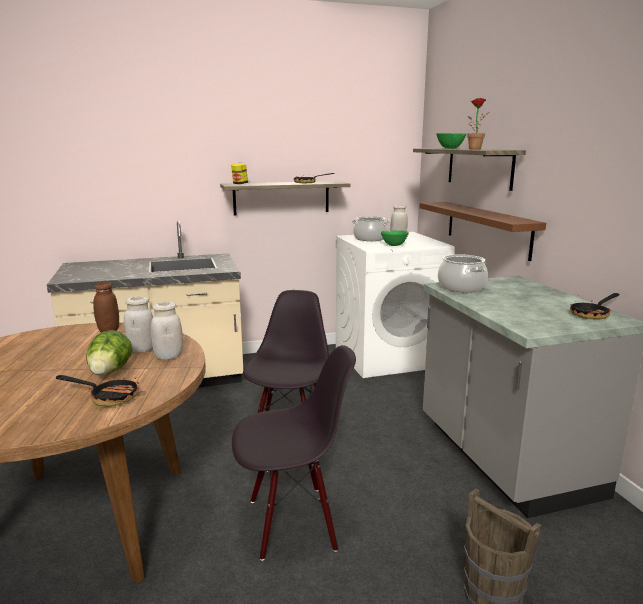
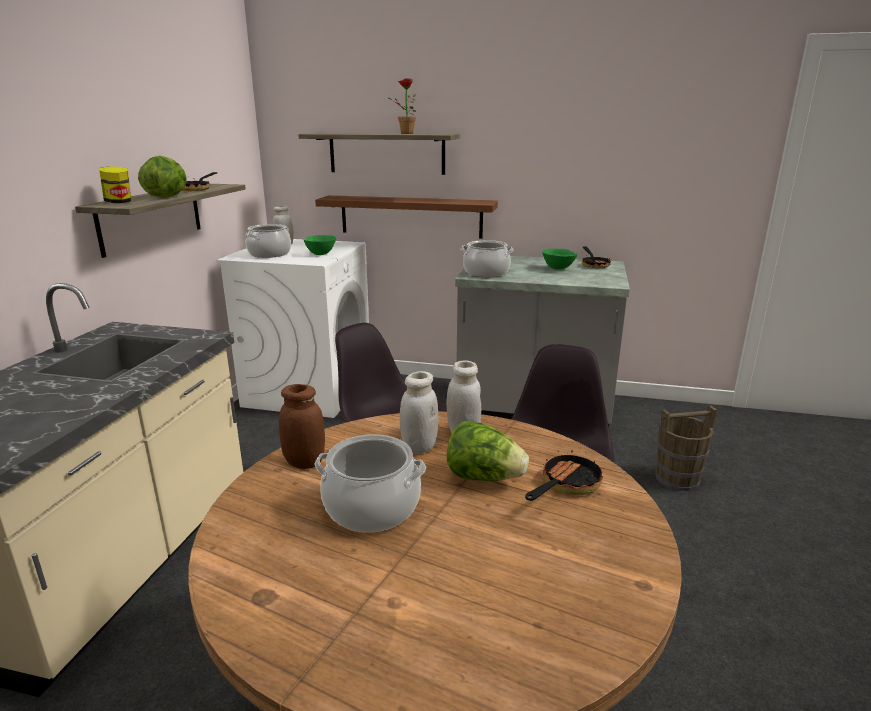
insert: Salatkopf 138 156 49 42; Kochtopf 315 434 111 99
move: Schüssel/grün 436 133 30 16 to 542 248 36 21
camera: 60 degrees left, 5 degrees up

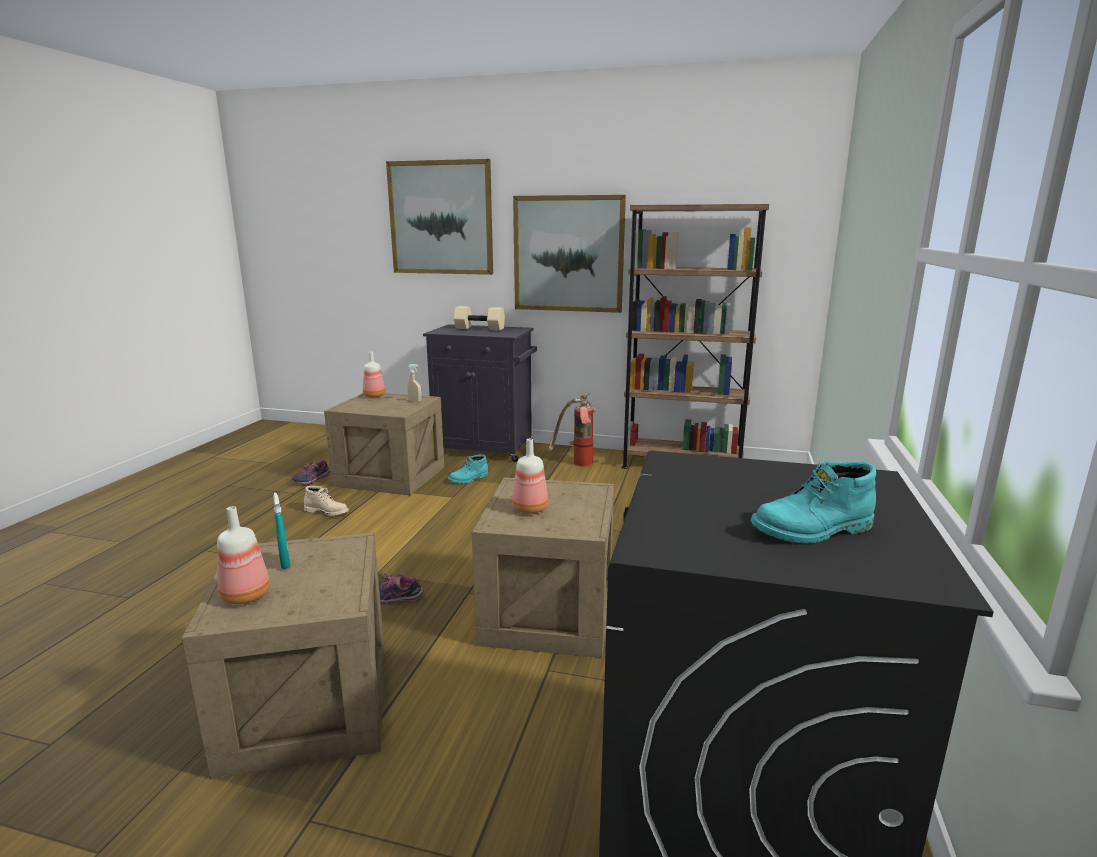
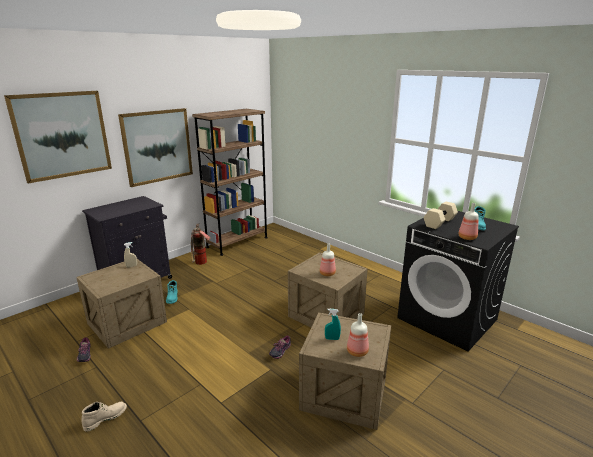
move: Stiefel/beige 304 486 45 30 to 82 402 45 30; Hantel/beige 454 306 51 24 to 424 201 34 28; Flasche 363 352 22 45 to 458 203 21 37
camera: 60 degrees left, 5 degrees up

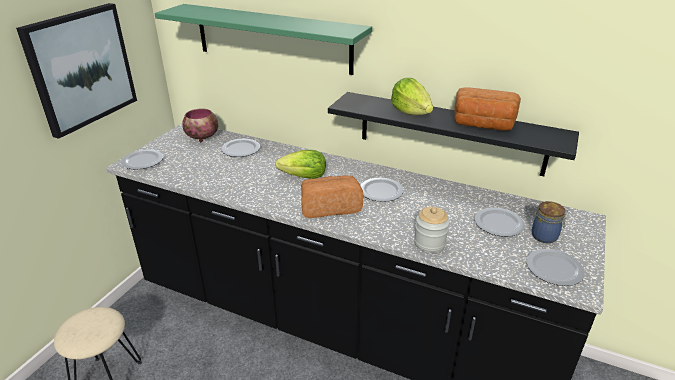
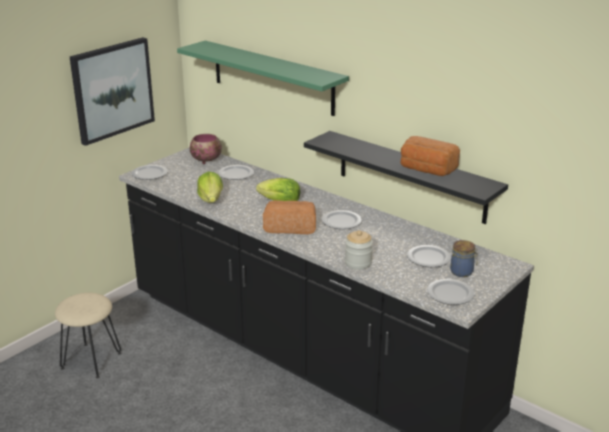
move: Salatkopf 391 78 42 37 to 197 172 26 31
camera: 15 degrees right, 5 degrees down

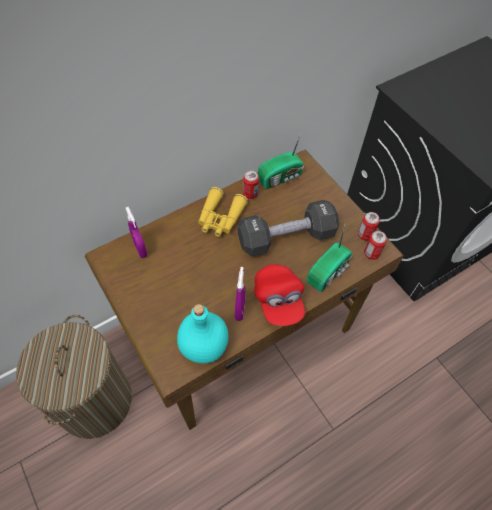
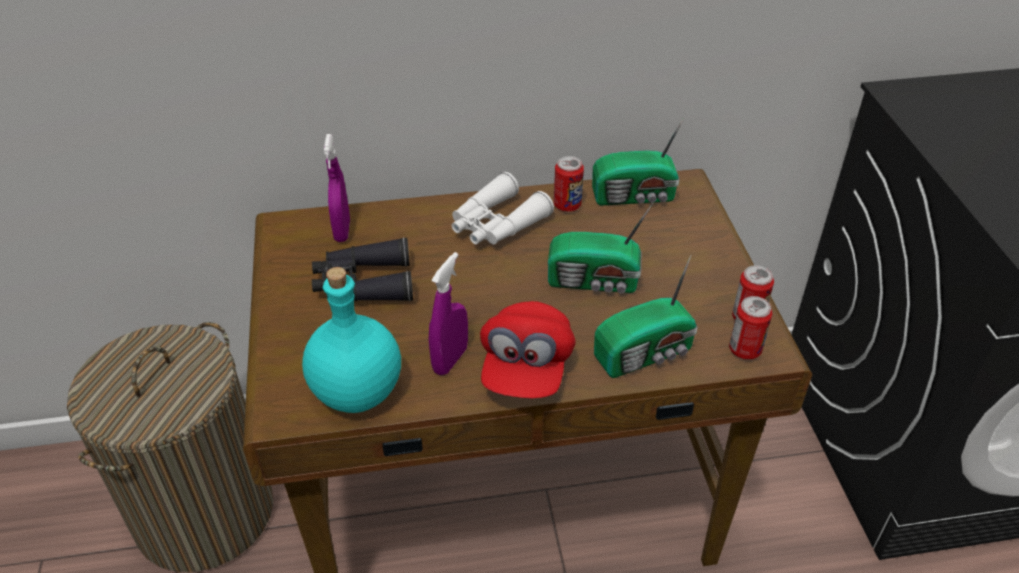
insert: Fernglas/schwarz 312 237 101 64
replace: Hantel/schwarz 238 200 101 57 to Radio 548 203 105 90
recolor: Fernglas/gelb 198 187 50 50 to Fernglas/weiß 451 172 103 73
camera: 25 degrees right, 15 degrees down

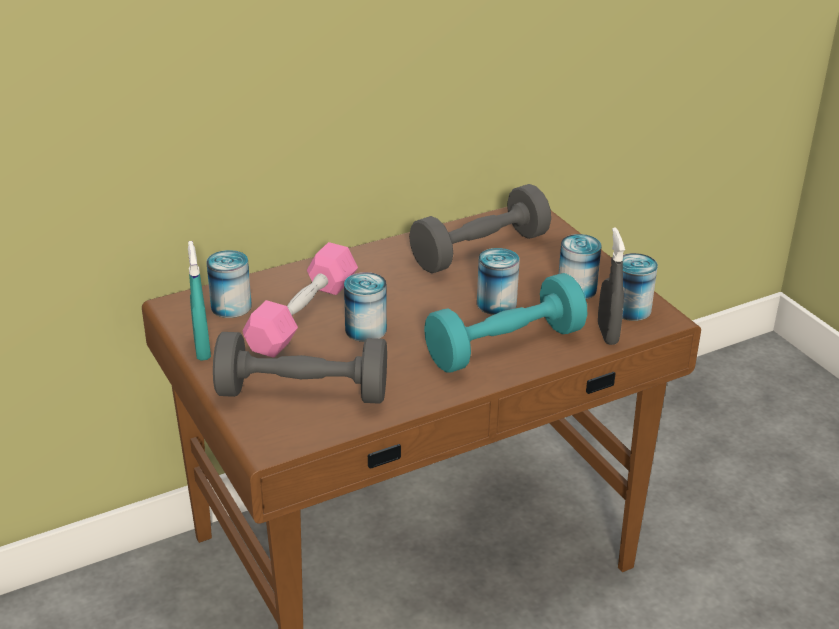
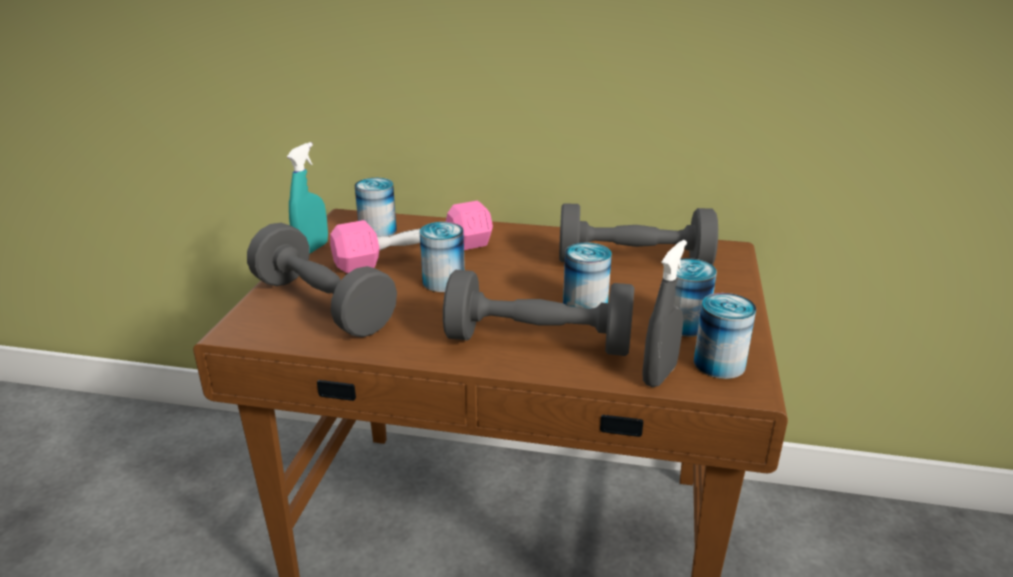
recolor: Hantel/türkis 424 273 163 100 to Hantel/grau 443 270 191 86
camera: 40 degrees right, 5 degrees down

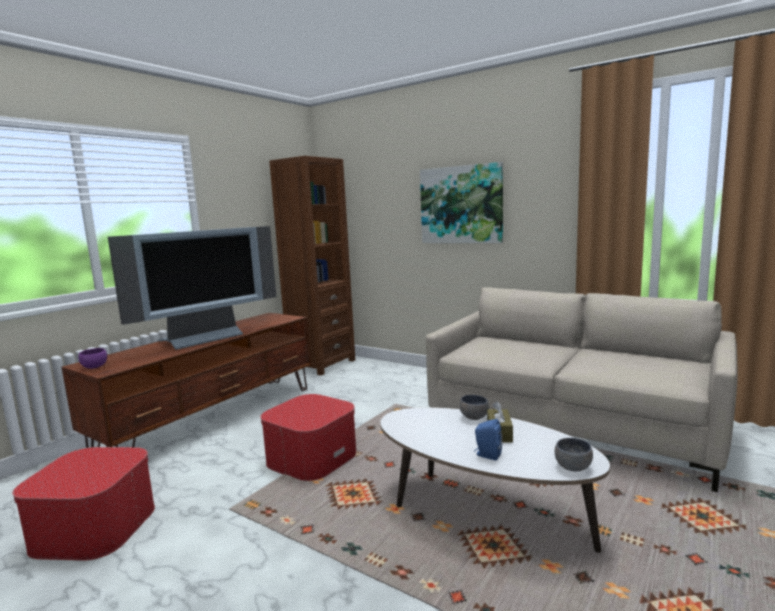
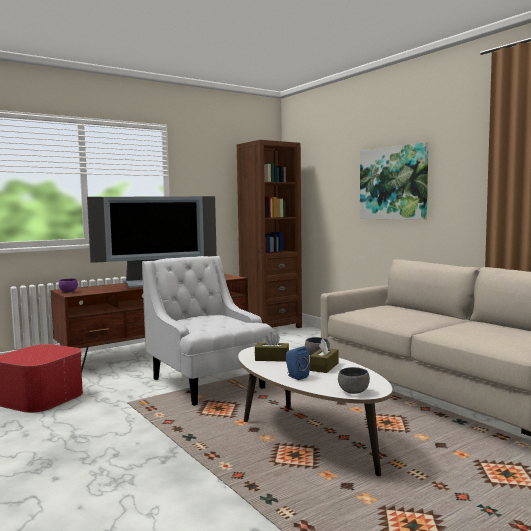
insert: Taschentuchbox/braun 255 332 34 30
replace: Polsterhocker 260 394 96 87 to Sessel/weiß 142 256 131 150
camera: 20 degrees right, 5 degrees down

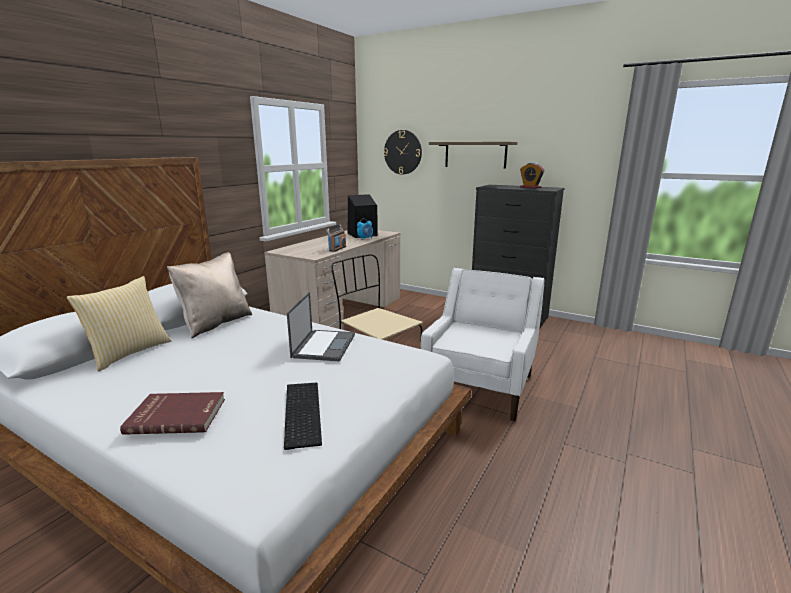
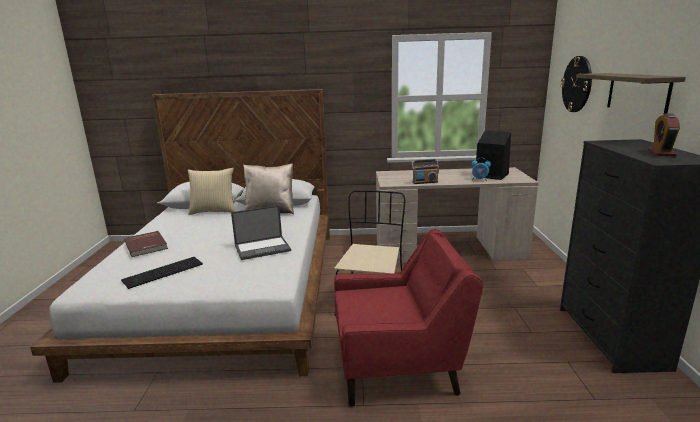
recolor: Sessel/weiß 421 268 123 154 to Sessel/rot 334 229 149 178
camera: 60 degrees right, 0 degrees up

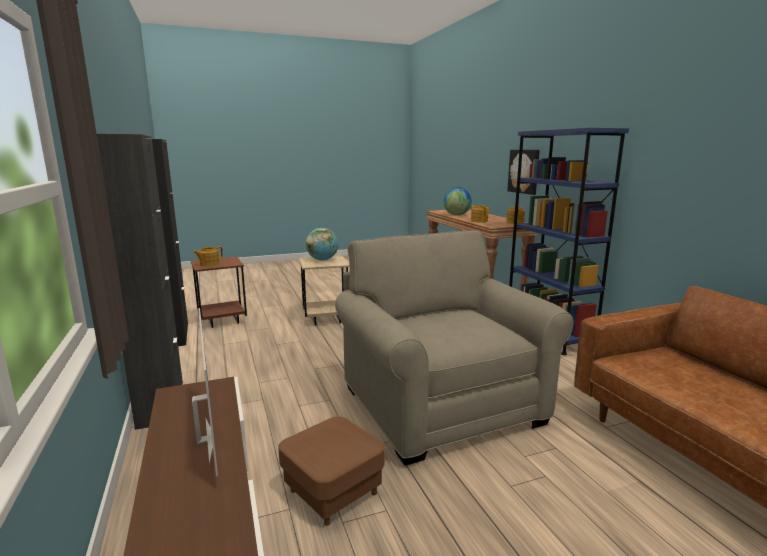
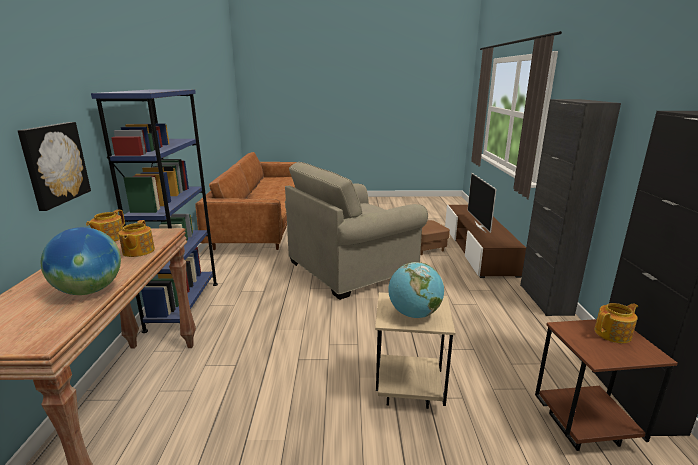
rotate: Sessel/beige 335 230 238 236 = 285 162 143 138 60 degrees clockwise
camera: 160 degrees left, 5 degrees up

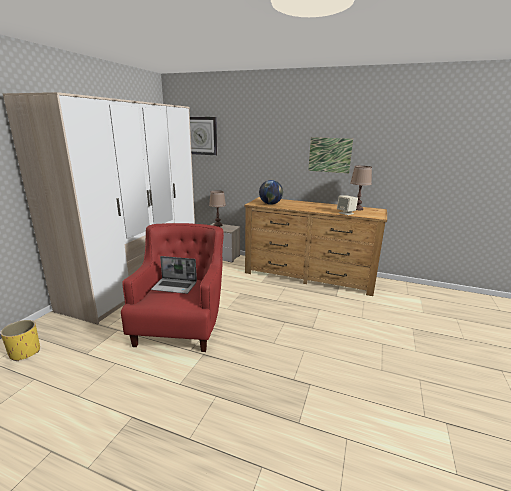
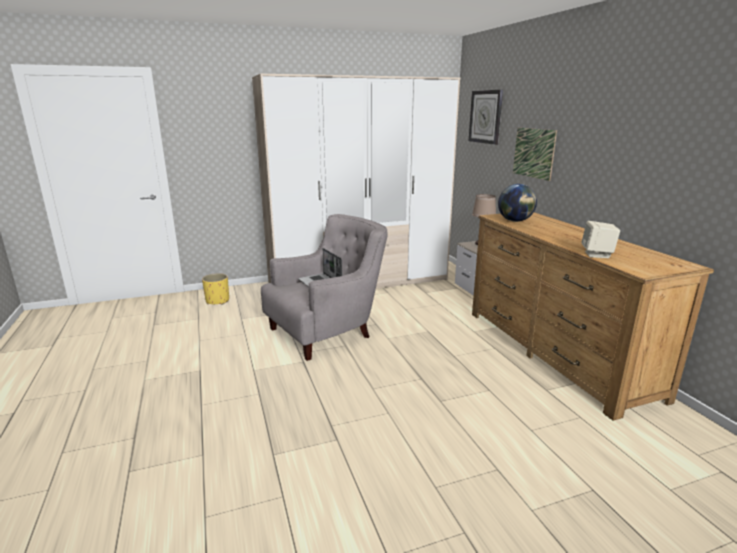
delete: Tischlampe/braun 350 166 22 44
move: Bild 308 137 45 36 to 513 128 44 53
recolor: Sessel/rot 121 223 103 129 to Sessel/grau 261 214 126 147
camera: 50 degrees right, 0 degrees up

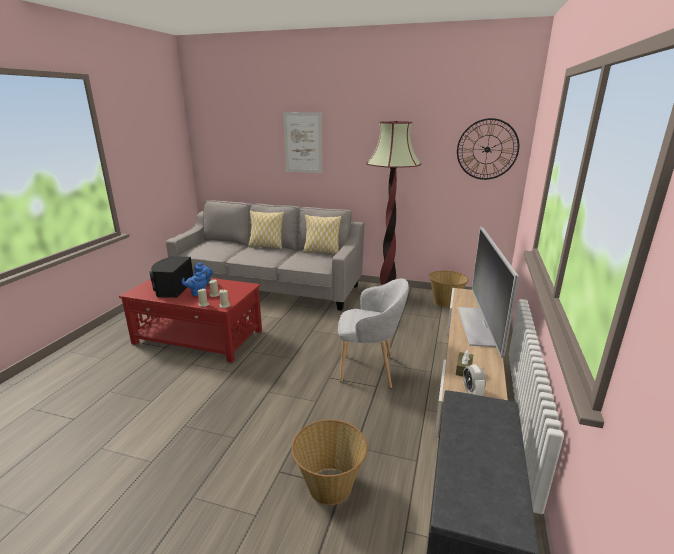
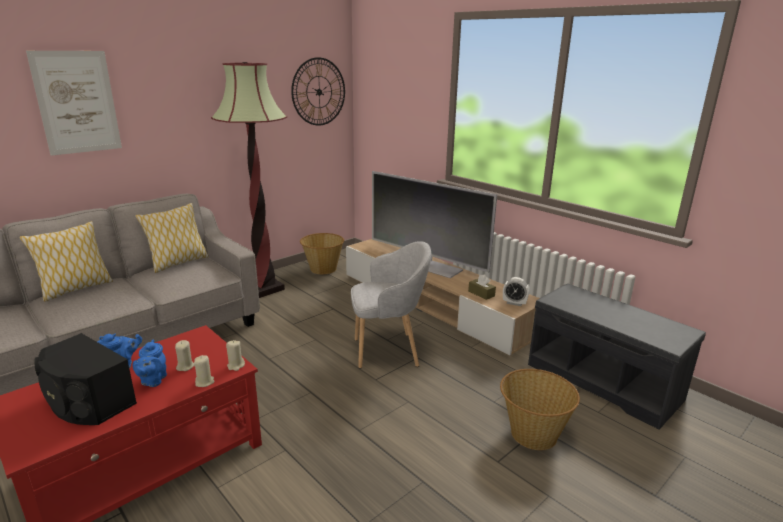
rotate: Sessel/grau 338 279 71 109 = 351 241 80 127 45 degrees clockwise
camera: 60 degrees left, 0 degrees up

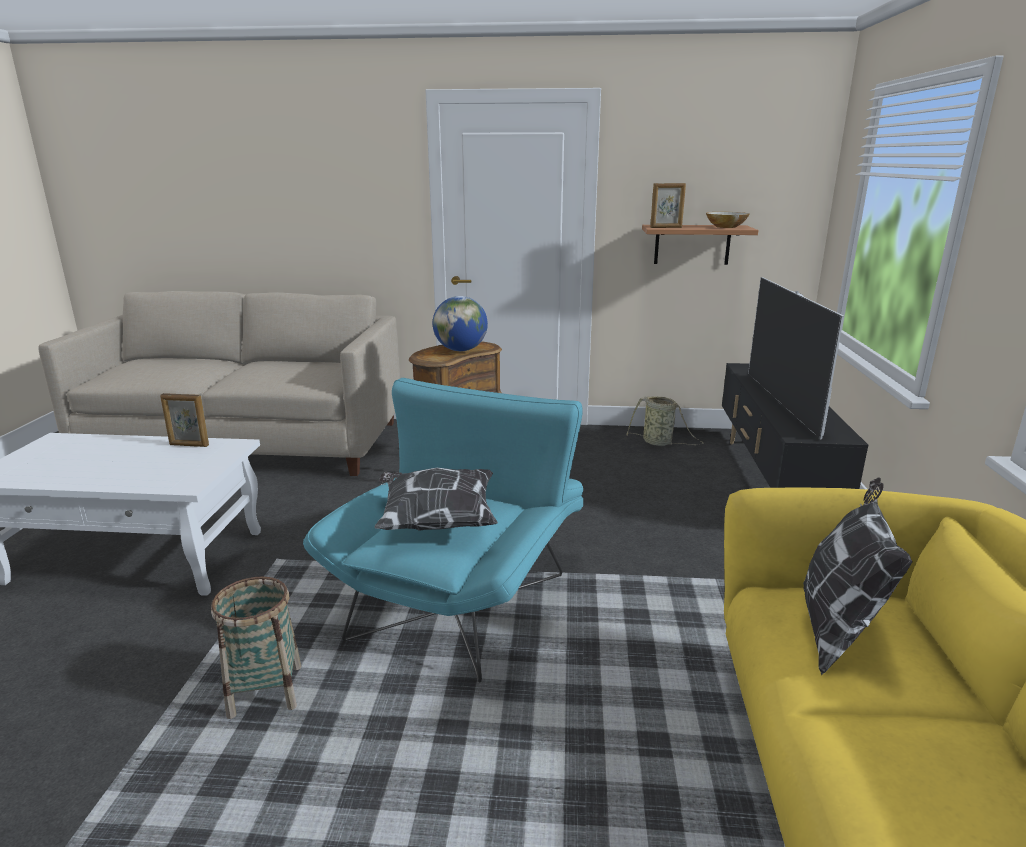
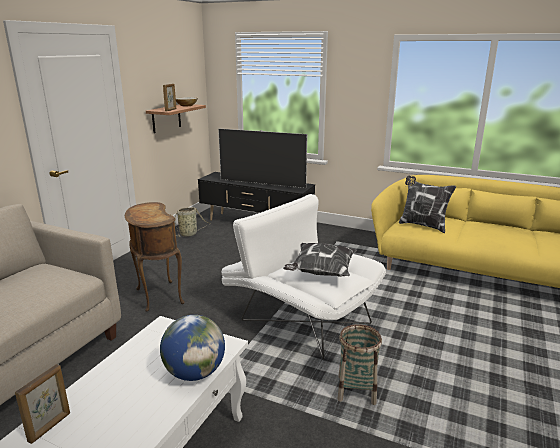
move: Bilderrahmen 160 393 49 54 to 15 364 55 80; Globus 433 296 55 55 to 160 315 65 66
recolor: Sessel/türkis 303 378 280 304 to Sessel/weiß 221 194 165 166
camera: 70 degrees left, 0 degrees up

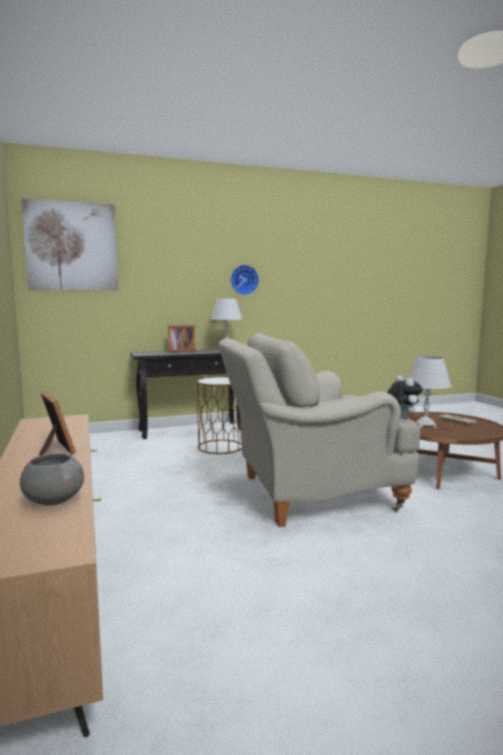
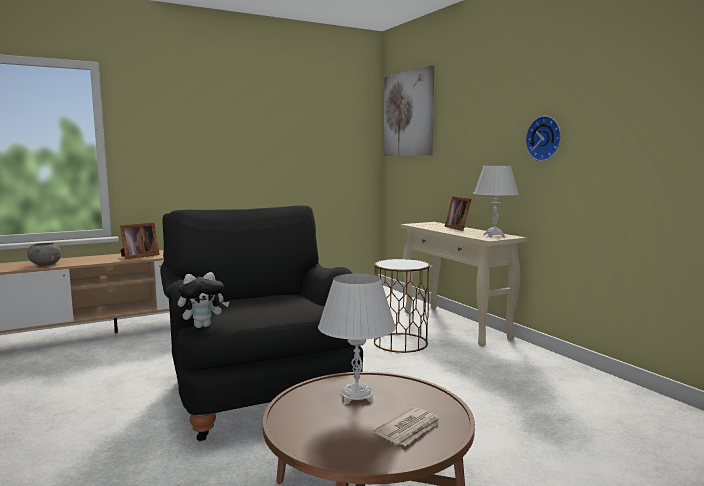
recolor: Sessel/beige 218 333 202 194 to Sessel/schwarz 160 206 206 235; Konsolentisch/schwarz 130 349 111 90 to Konsolentisch/beige 401 222 126 125
camera: 80 degrees right, 0 degrees up

